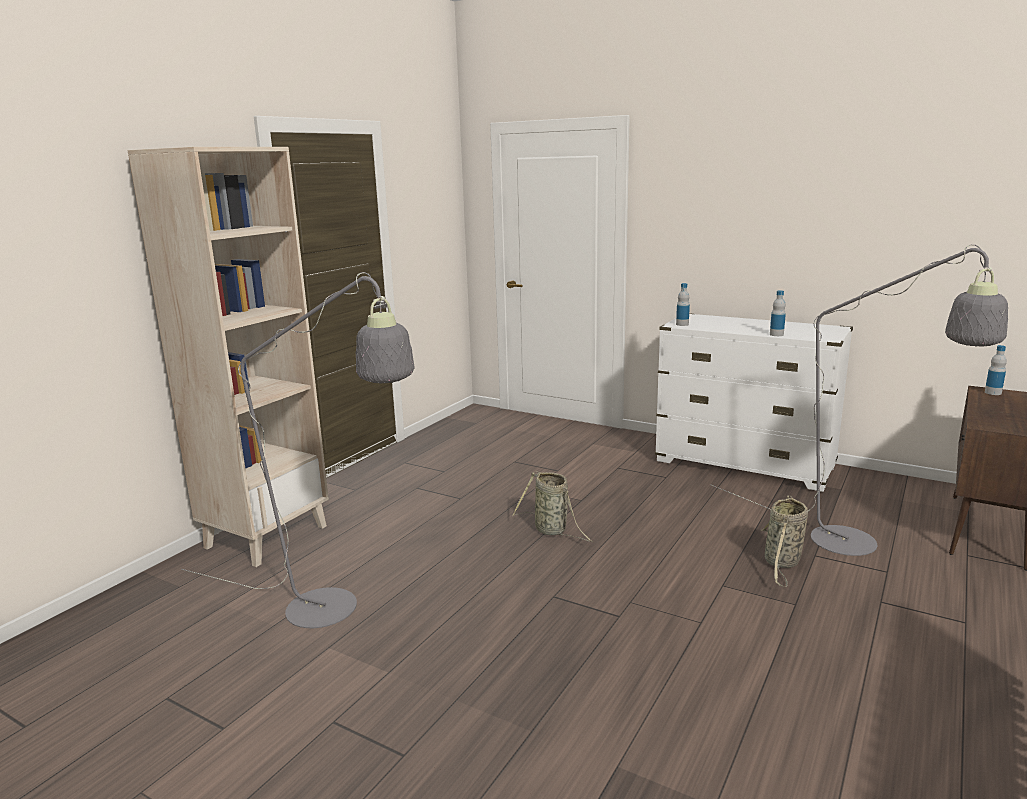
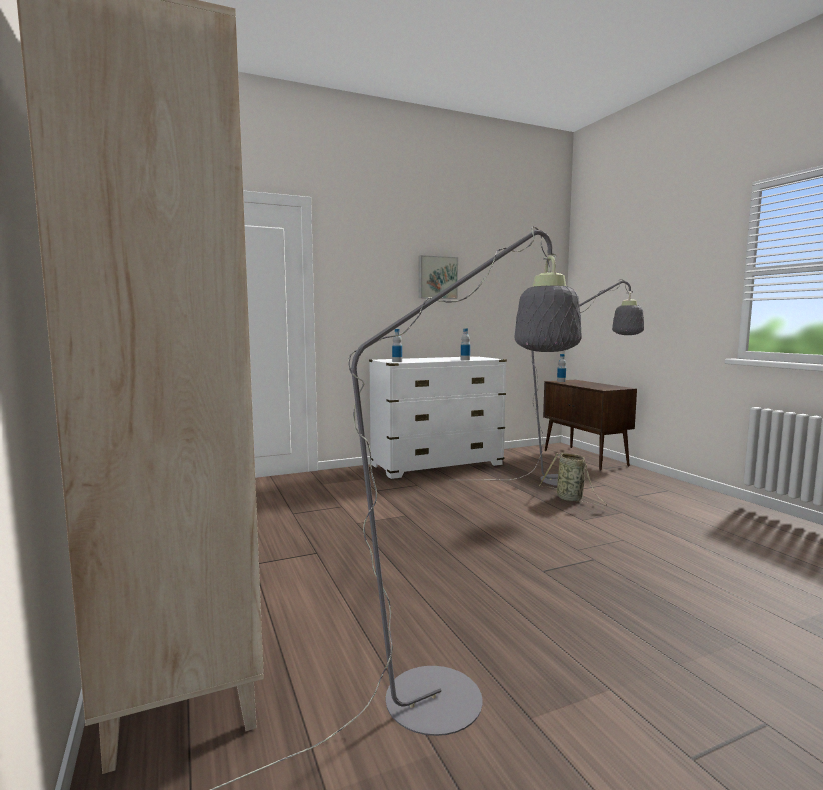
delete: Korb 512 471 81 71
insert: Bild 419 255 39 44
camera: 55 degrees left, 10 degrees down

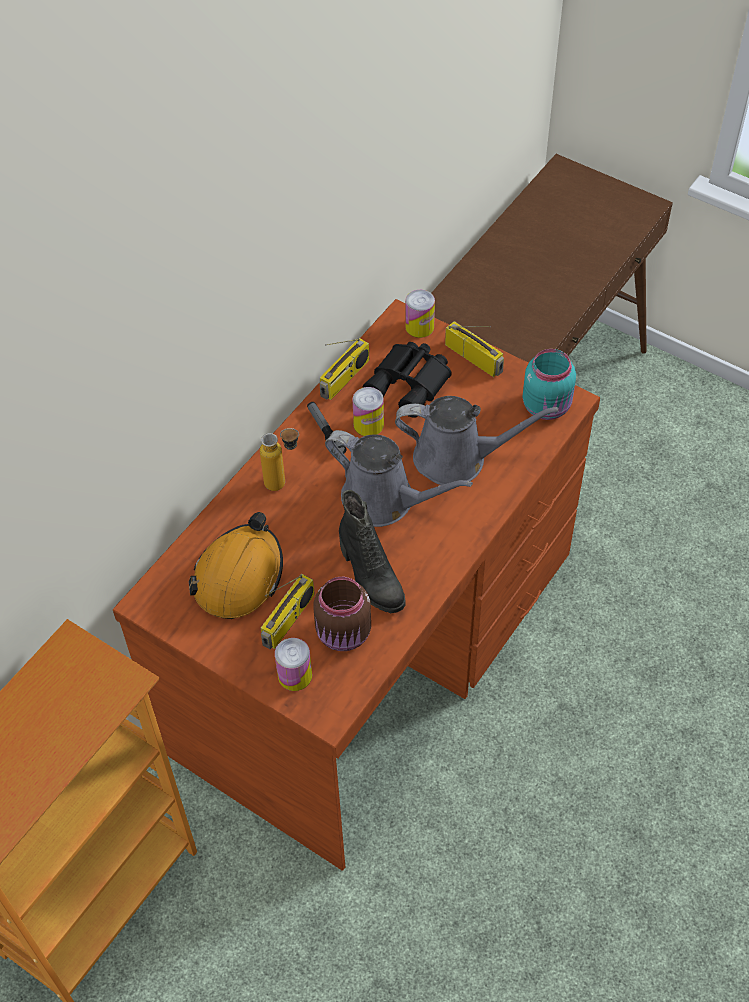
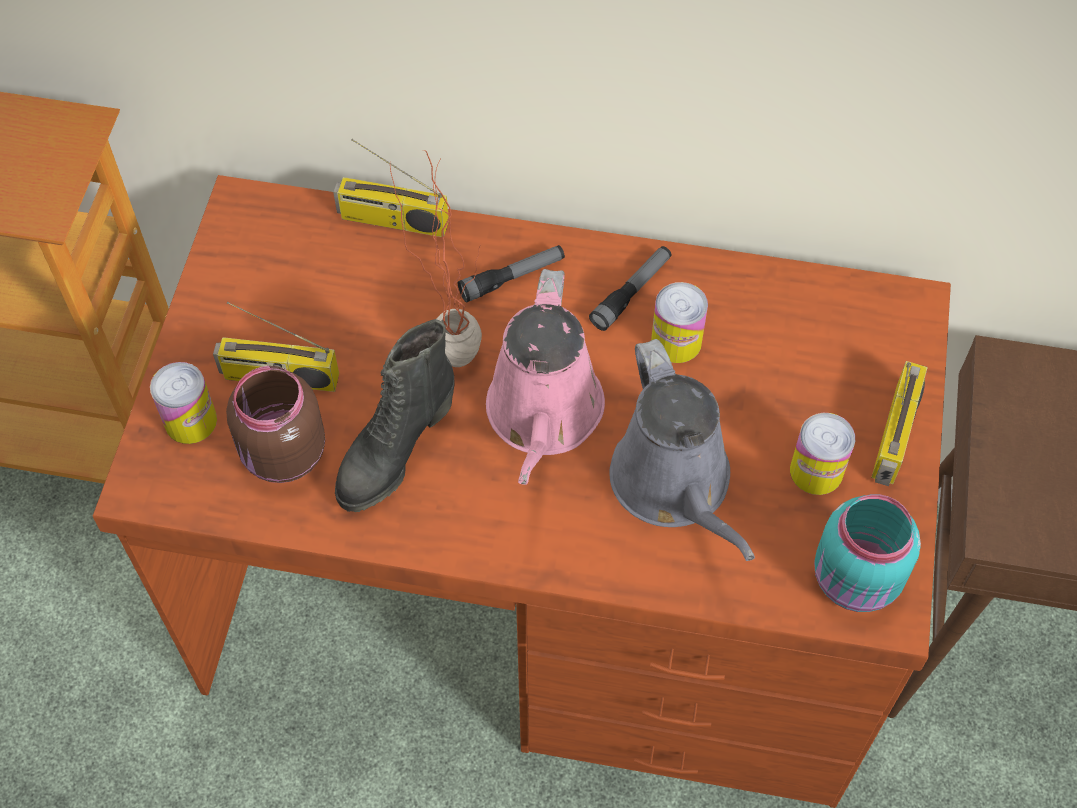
delete: Schutzhelm/orange 189 512 94 107; Fernglas/schwarz 362 342 90 76
insert: Topfpflanze 390 150 92 217
move: Radio 320 338 49 62 to 333 139 116 98; Dose 405 290 30 48 to 790 413 65 82
replace: Flasche 260 428 39 63 to Taschenlampe 458 245 107 58
recolor: Gießkanne/grau 325 430 148 97 to Gießkanne/rosa 486 269 119 216
camera: 65 degrees right, 5 degrees up

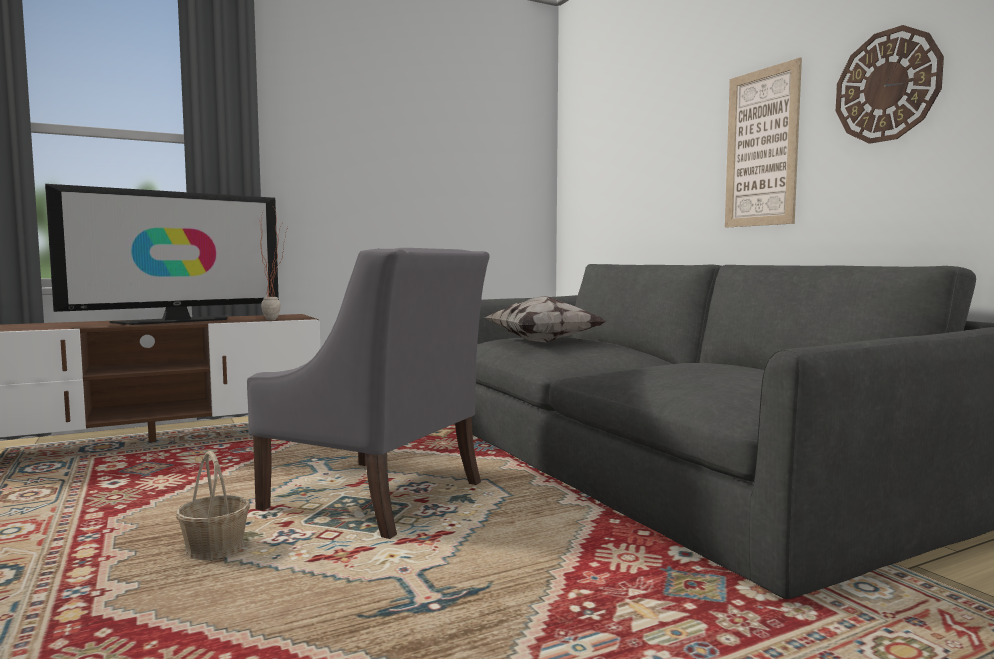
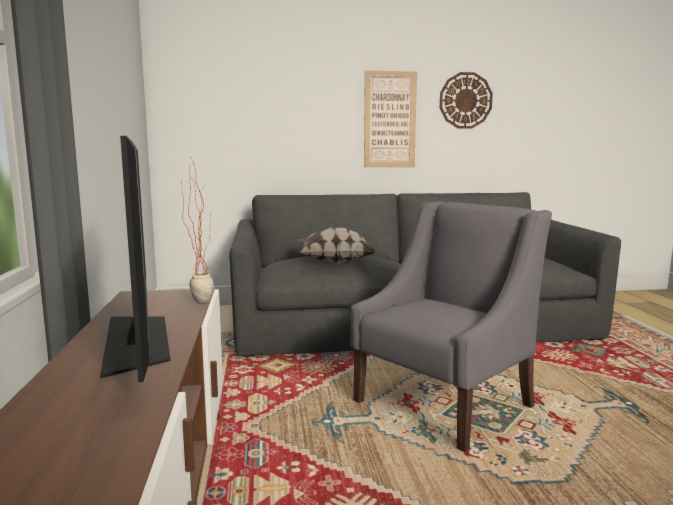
delete: Korb 176 451 74 109
camera: 70 degrees left, 5 degrees up

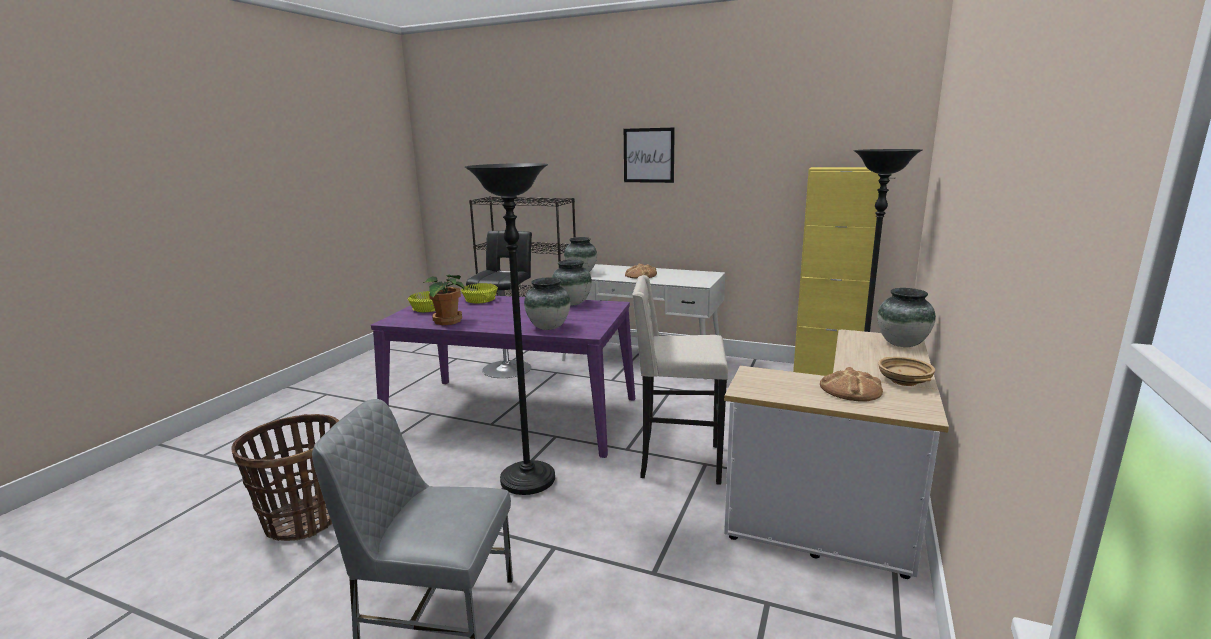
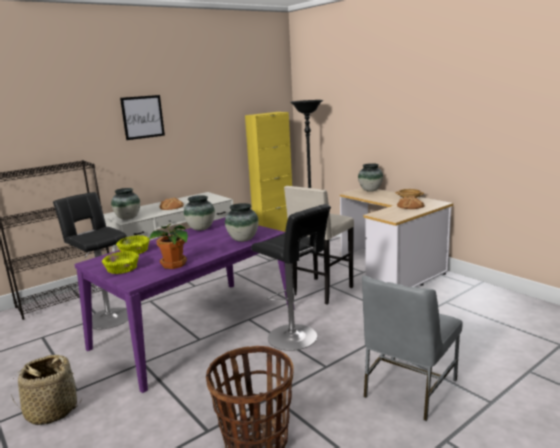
insert: Korb 11 355 71 70
replace: Stehlampe/schwarz 465 163 90 332 to Hocker/schwarz 251 204 80 147
camera: 60 degrees left, 0 degrees up

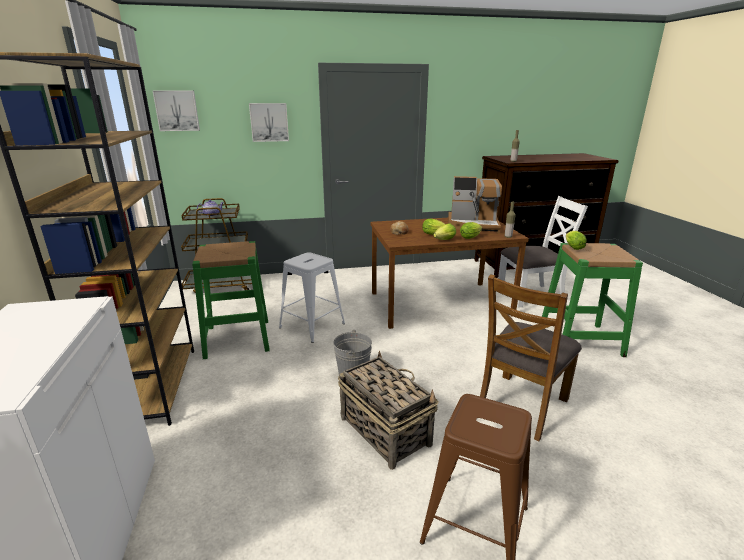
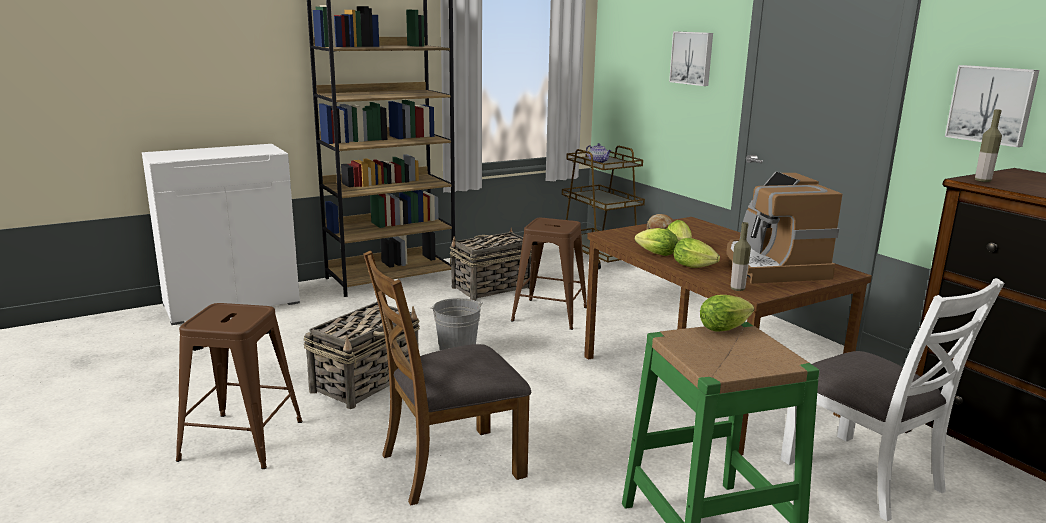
move: Bild 152 90 48 41 to 945 65 94 82
replace: Hocker/grün 192 241 78 118 to Korb 450 228 82 73
recolor: Hocker/weiß 279 252 66 91 to Hocker/braun 511 218 76 112
rotate: Stuhl/braun 480 274 102 167 = 363 250 168 256 45 degrees counterclockwise
camera: 70 degrees right, 5 degrees down

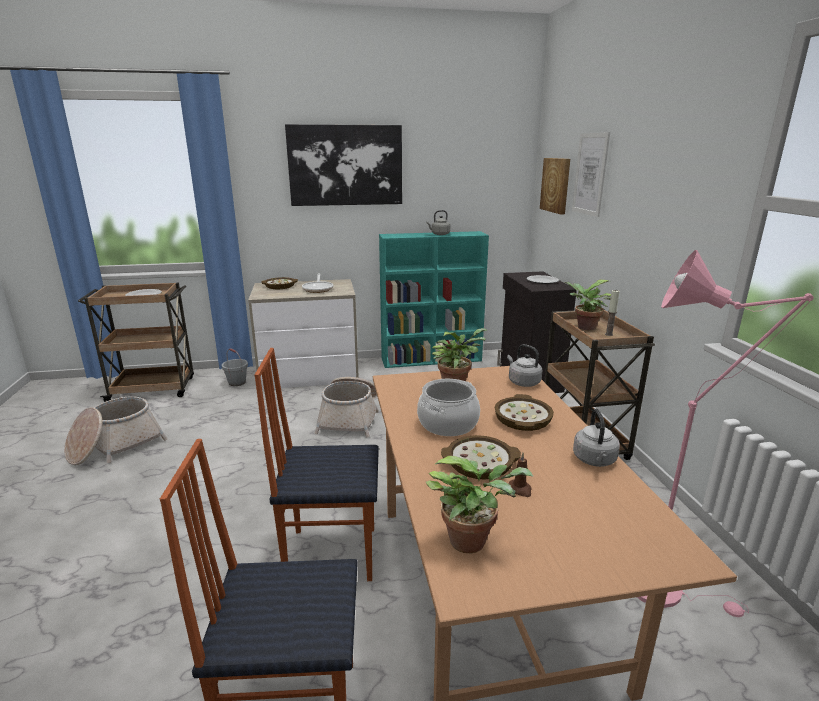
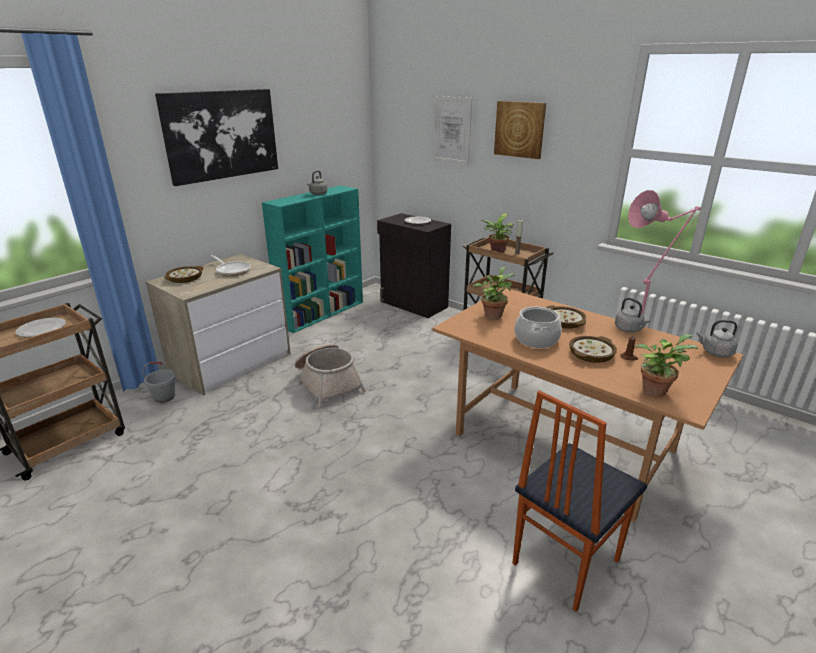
delete: Korb 64 396 104 69; Stuhl 255 348 124 233
move: Bild 540 158 30 57 to 494 101 52 58; Wasserkessel/grau 507 344 35 43 to 697 320 41 37
camera: 40 degrees left, 5 degrees up

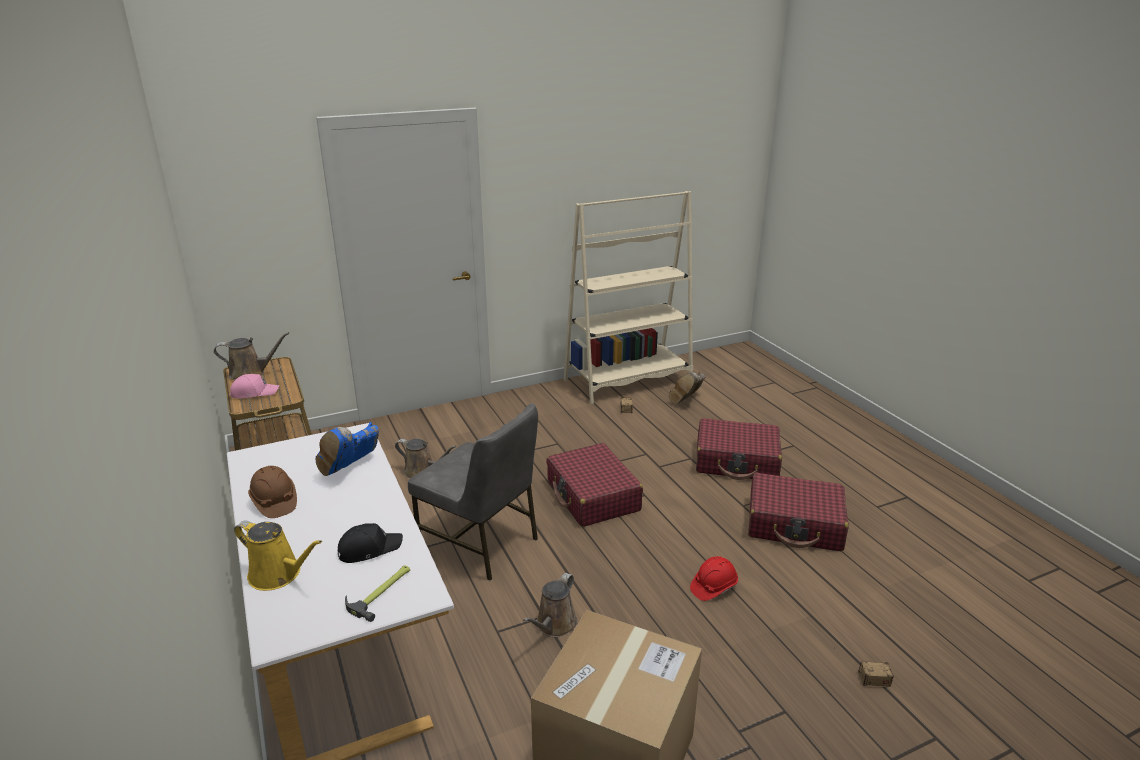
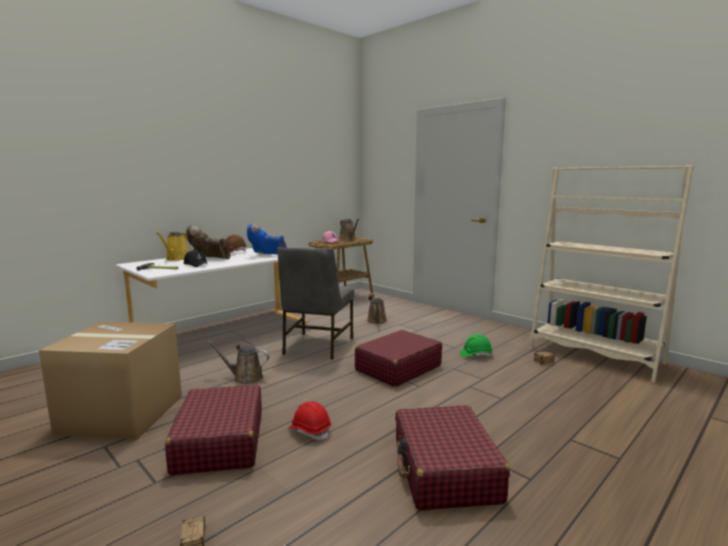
insert: Schutzhelm/grün 460 334 33 23
move: Koffer/rot 696 418 86 62 to 165 385 97 90; Stiefel/braun 669 372 37 32 to 186 225 44 34
camera: 70 degrees right, 15 degrees down

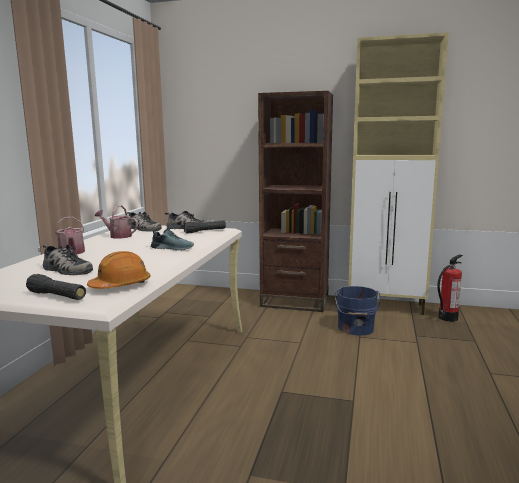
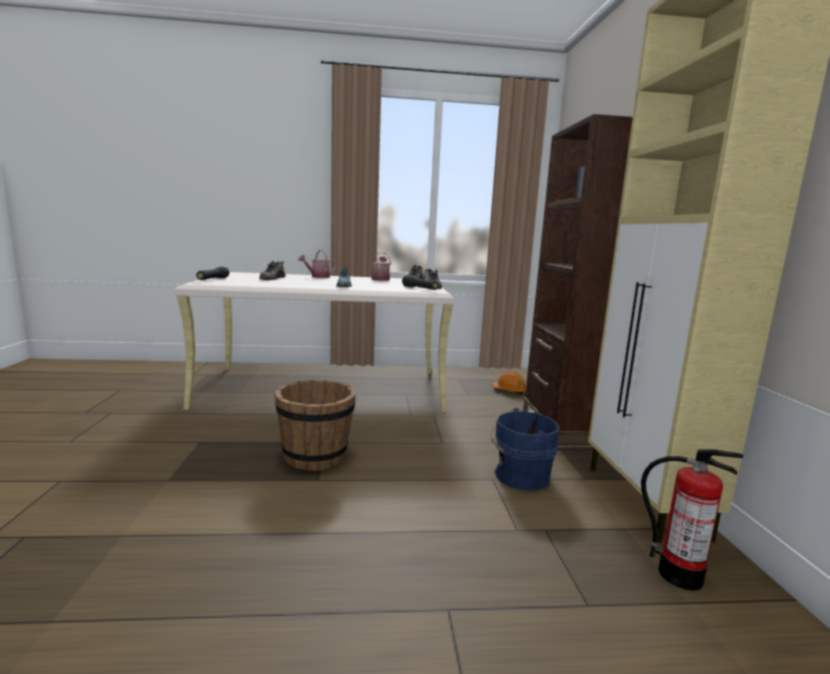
insert: Eimer/braun 274 380 82 91
move: Schutzhelm/orange 87 251 63 38 to 492 372 34 22
camera: 70 degrees right, 0 degrees up

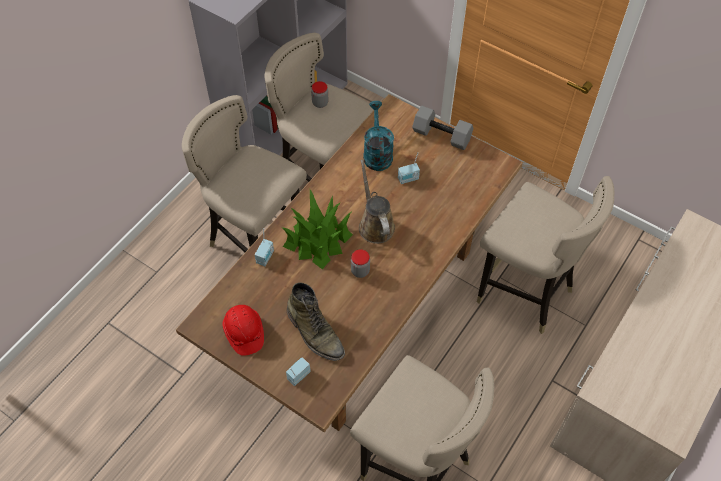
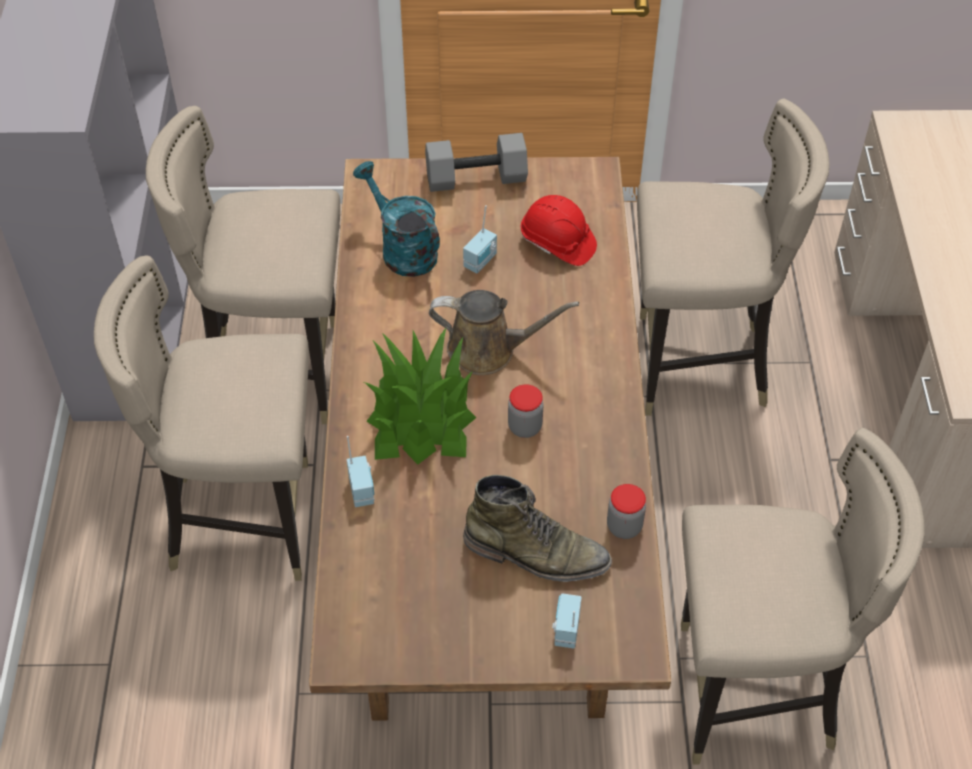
move: Schutzhelm/rot 222 305 42 51 to 520 195 77 71; Vorratsglas 311 81 17 27 to 607 484 39 55
rotate: Gießkanne/braun 359 159 36 85 = 429 290 150 85 150 degrees clockwise
camera: 35 degrees left, 5 degrees down

